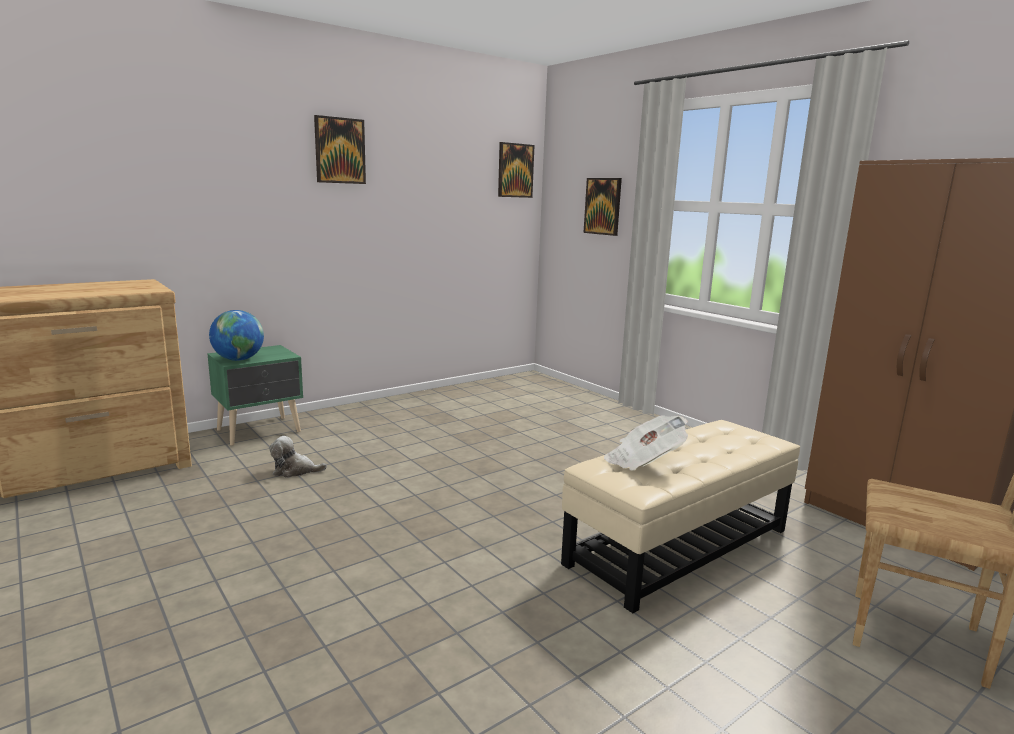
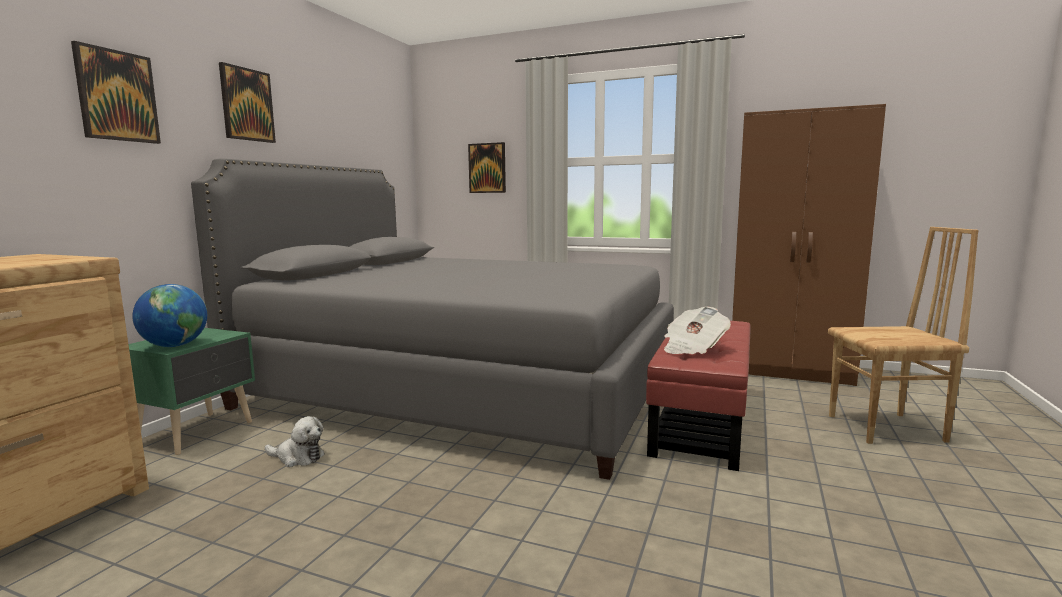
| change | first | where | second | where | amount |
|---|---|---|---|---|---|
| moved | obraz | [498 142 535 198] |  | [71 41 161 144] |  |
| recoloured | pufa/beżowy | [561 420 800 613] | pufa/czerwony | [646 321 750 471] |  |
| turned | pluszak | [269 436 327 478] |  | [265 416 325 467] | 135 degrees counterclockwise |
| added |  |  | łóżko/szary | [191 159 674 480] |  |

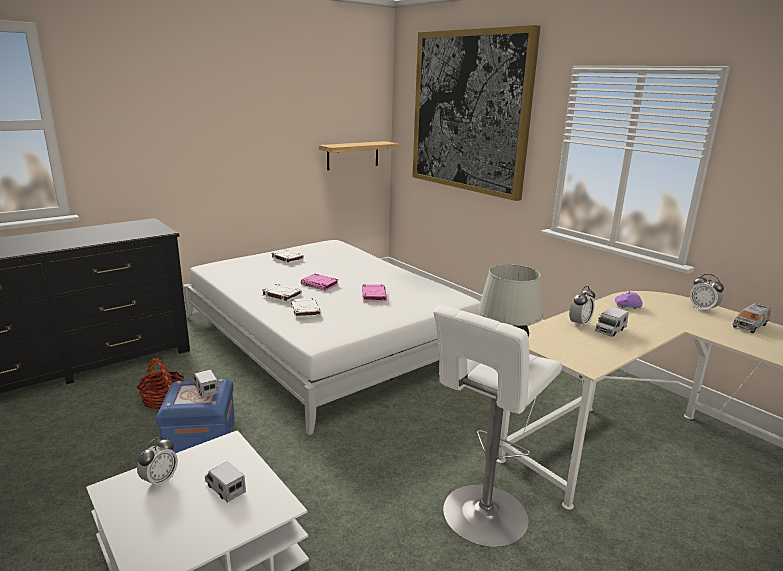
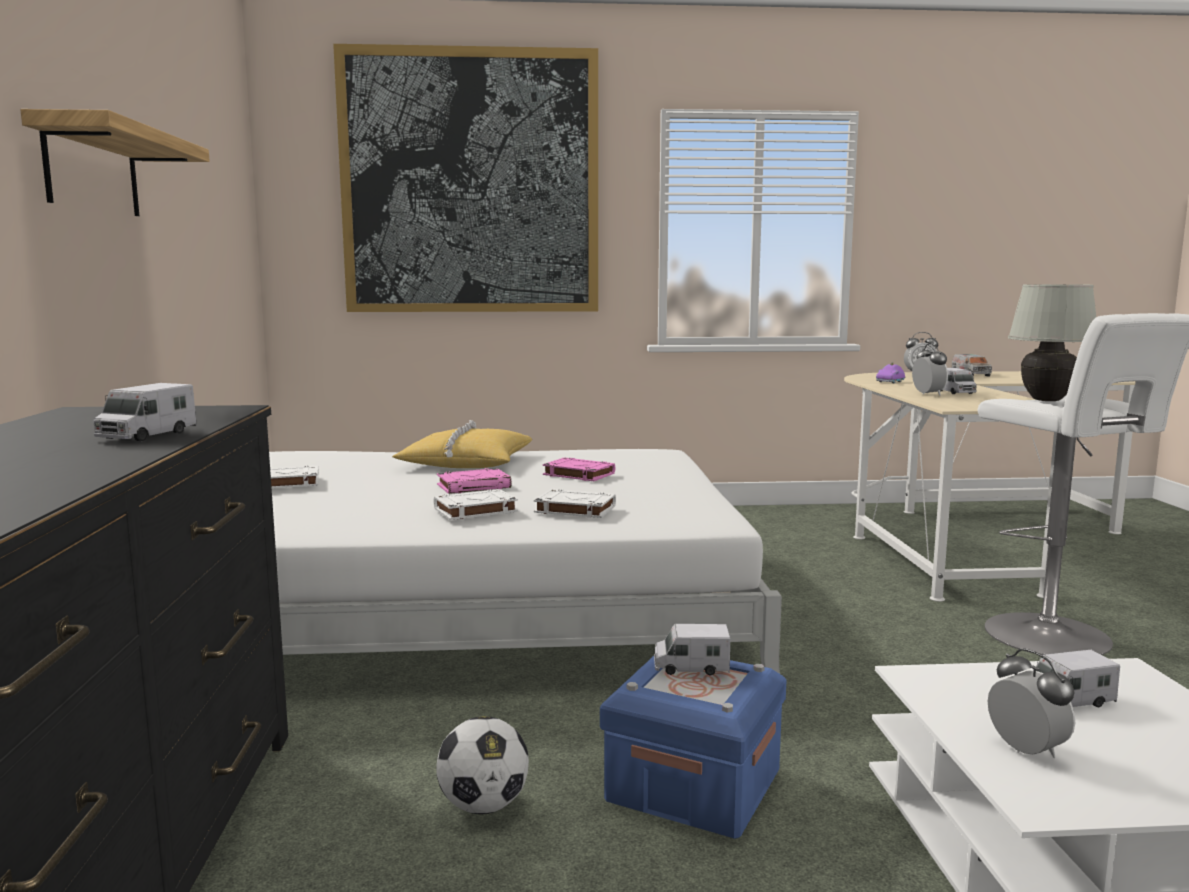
| change | first | where | second | where | amount |
|---|---|---|---|---|---|
| moved | półka | [319 141 399 170] |  | [20 109 210 216] |  |
| replaced | koszyk | [137 358 184 409] | piłka futbolowa | [437 716 529 814] |  |
| added |  |  | ciężarówka zabawkowa | [93 383 197 441] |  |
| added |  |  | poduszka/żółty | [392 420 532 468] |  |

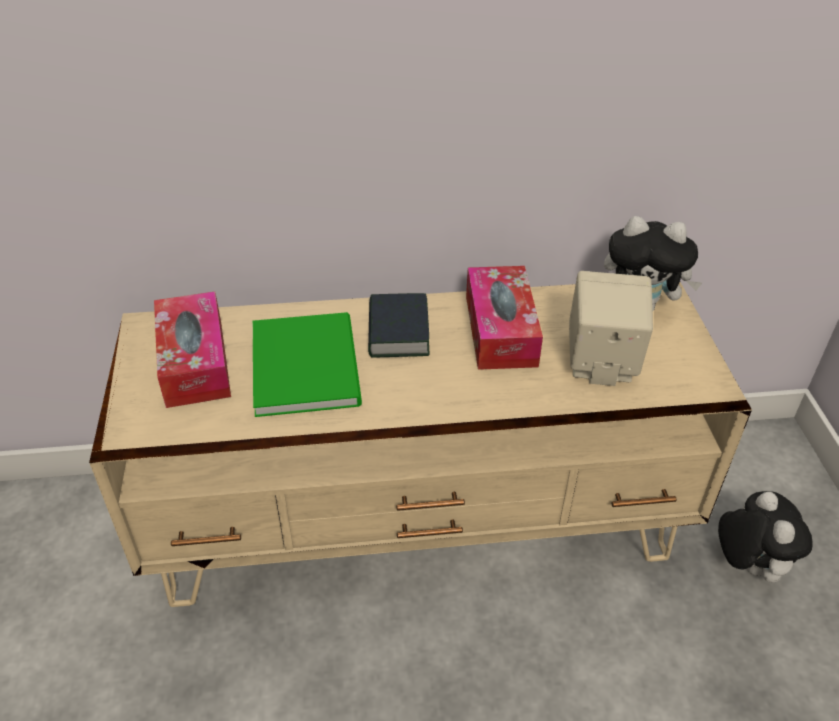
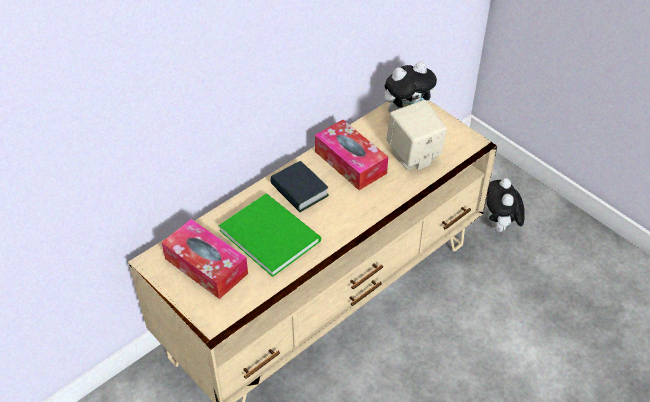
| change | first | where | second | where | amount |
|---|---|---|---|---|---|
| turned | pluszak | [718 491 812 583] |  | [486 178 525 234] | 135 degrees counterclockwise |

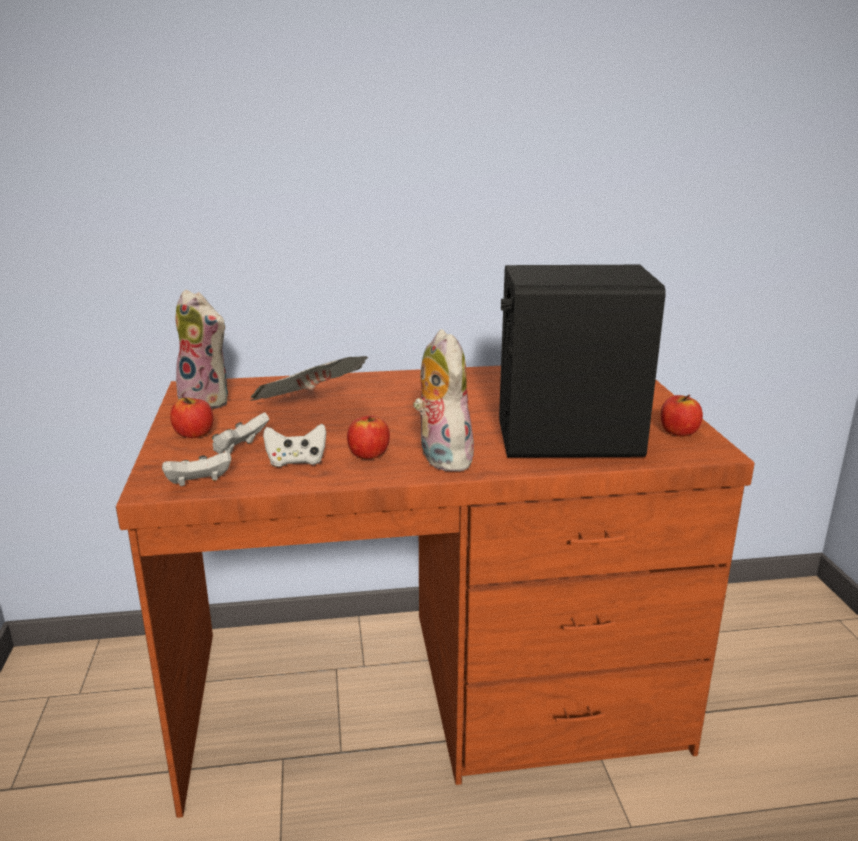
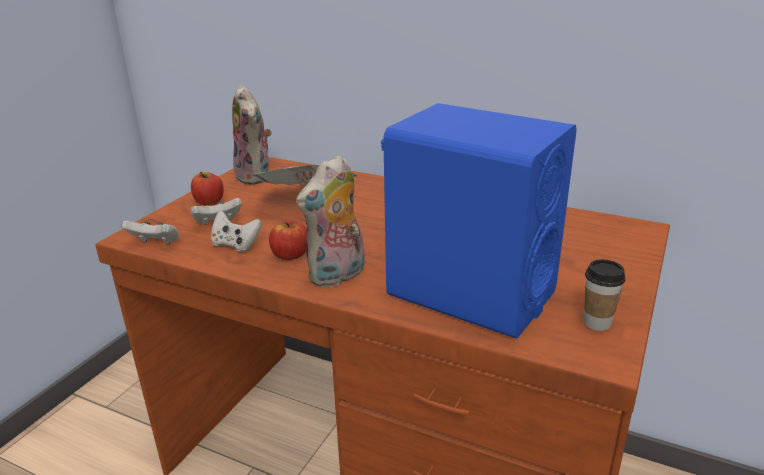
| change | first | where | second | where | amount |
|---|---|---|---|---|---|
| recoloured | głośnik/czarny | [499 265 666 458] | głośnik/niebieski | [381 103 577 339] |  |
| turned | pluszak | [413 329 474 472] |  | [296 155 365 287] | 150 degrees counterclockwise |
| replaced | jabłko | [661 395 703 436] | filiżanka | [584 259 626 331] |  |

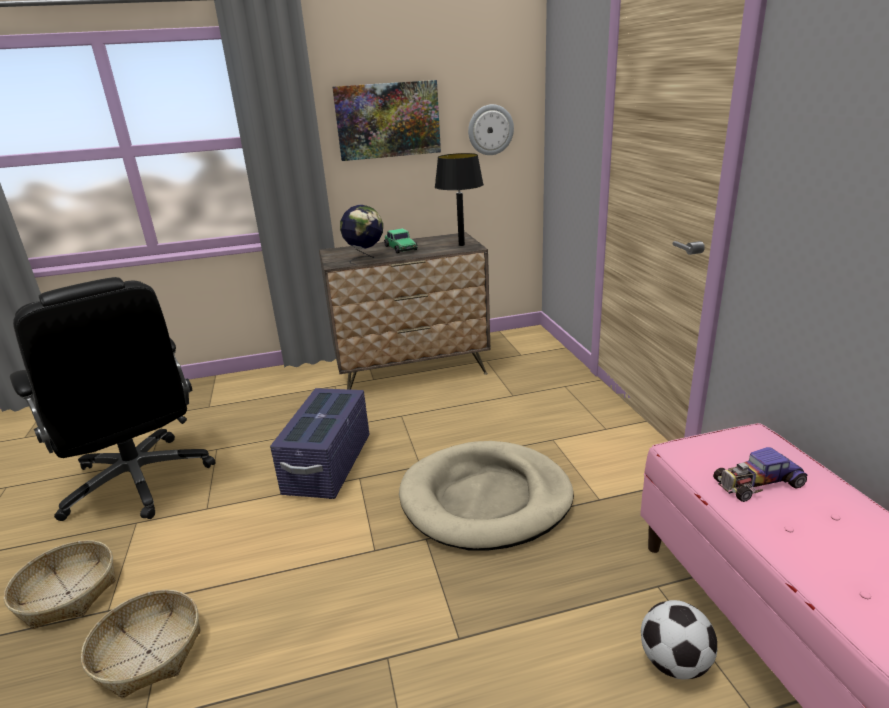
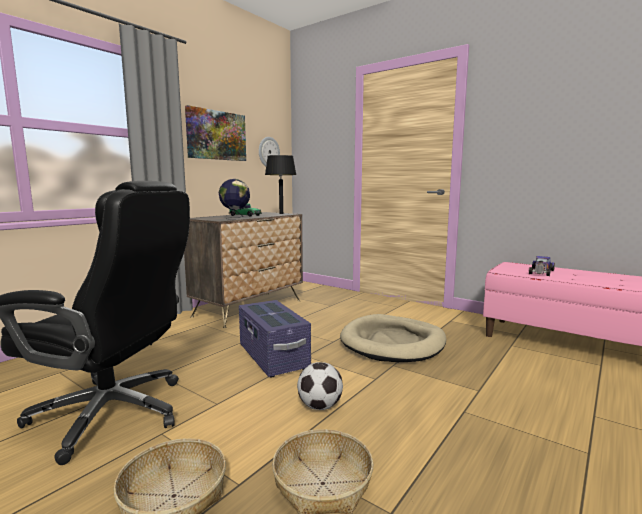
| change | first | where | second | where | amount |
|---|---|---|---|---|---|
| moved | piłka futbolowa | [641 600 717 680] |  | [297 362 343 410] |  |

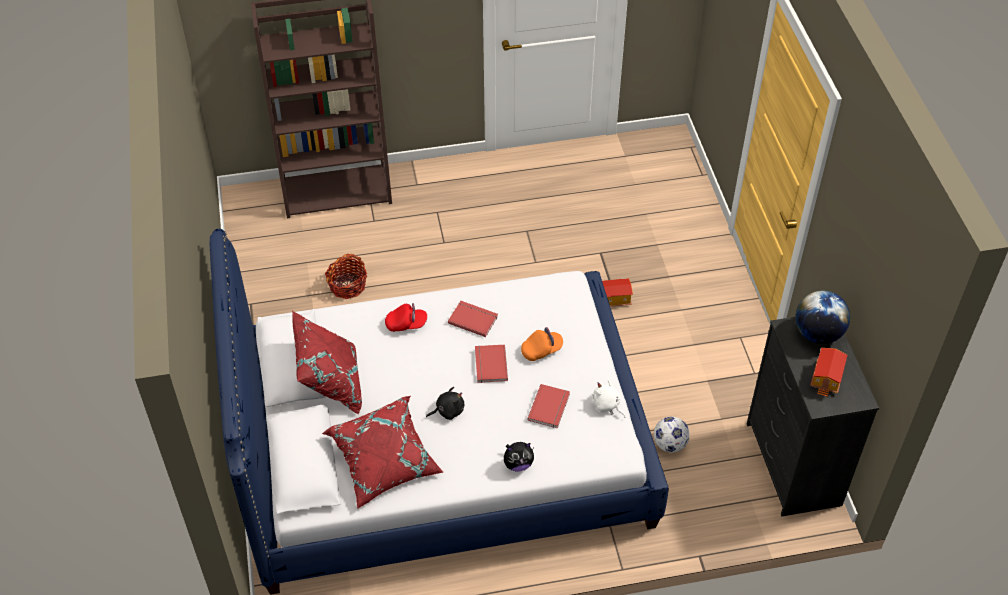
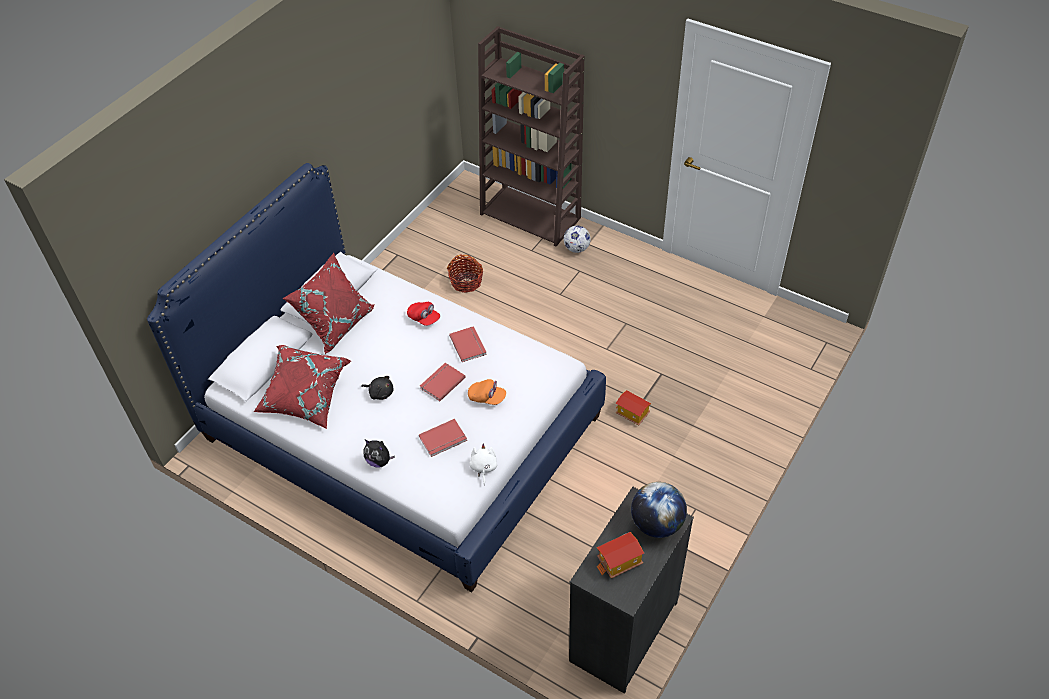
| change | first | where | second | where | amount |
|---|---|---|---|---|---|
| moved | piłka futbolowa | [654 417 690 452] |  | [564 226 591 253] |  |

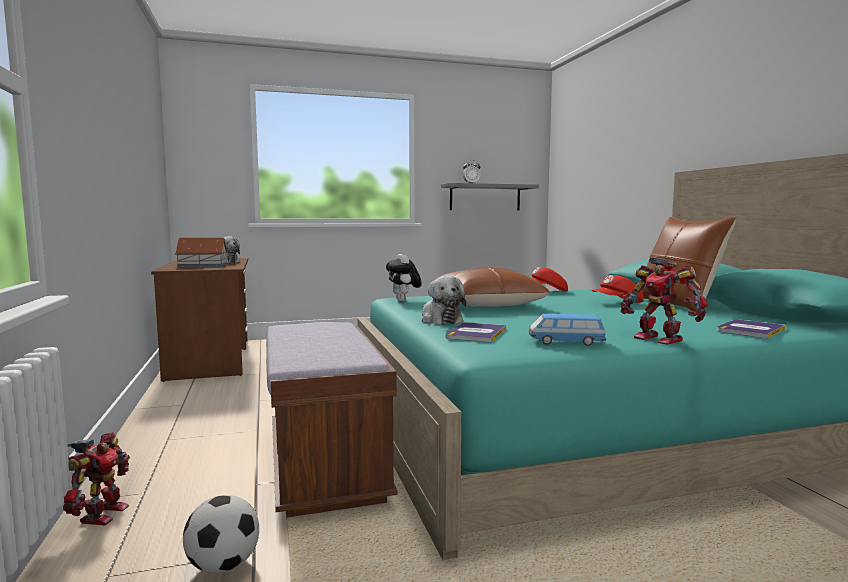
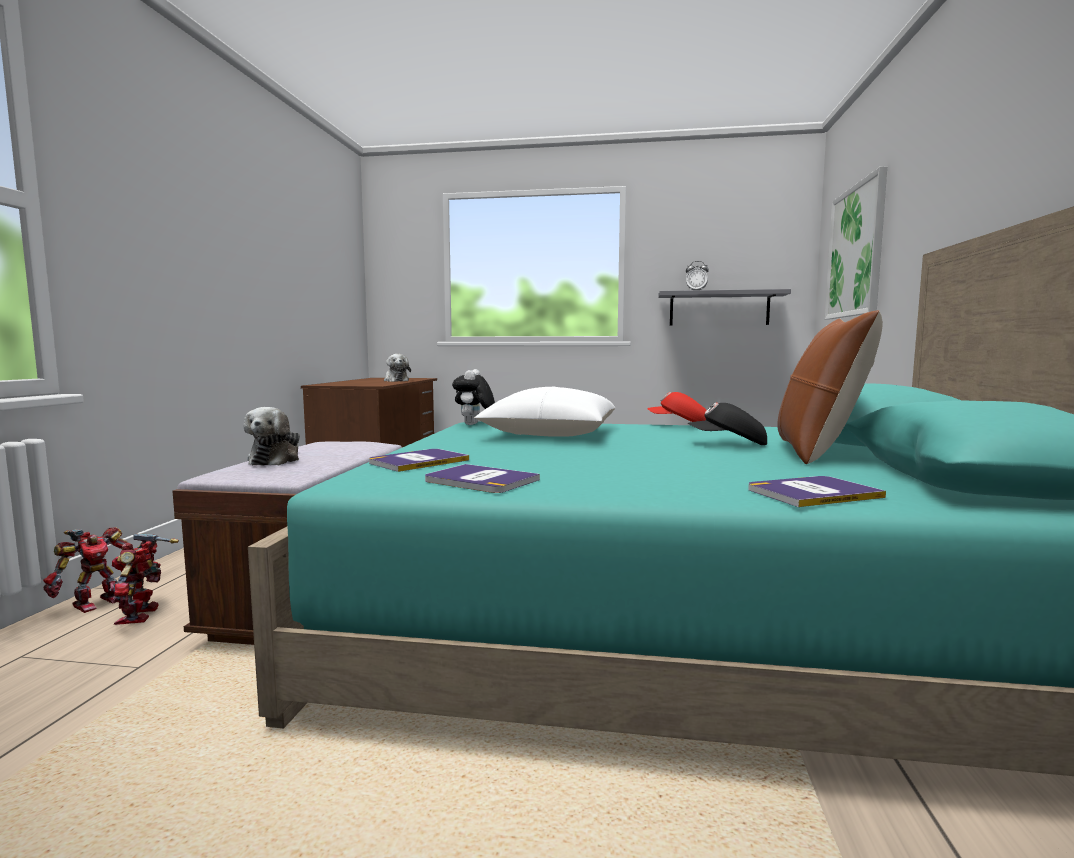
| change | first | where | second | where | amount |
|---|---|---|---|---|---|
| removed | domek | [175 238 228 268] |  |  |  |
| moved | robot zabawkowy | [621 257 708 345] |  | [109 533 179 625] |  |
| recoloured | poduszka/brązowy | [433 267 550 307] | poduszka/biały | [474 386 615 437] |  |
| recoloured | czapka z daszkiem/czerwony | [592 275 644 303] | czapka z daszkiem/czarny | [688 403 767 445] |  |
| moved | pluszak | [422 276 466 325] |  | [244 407 300 466] |  |
| replaced | samochodzik | [529 314 606 346] | książka | [425 464 540 493] |  |
| removed | piłka futbolowa | [183 495 259 574] |  |  |  |
| added |  |  | obraz | [825 166 887 319] |  |

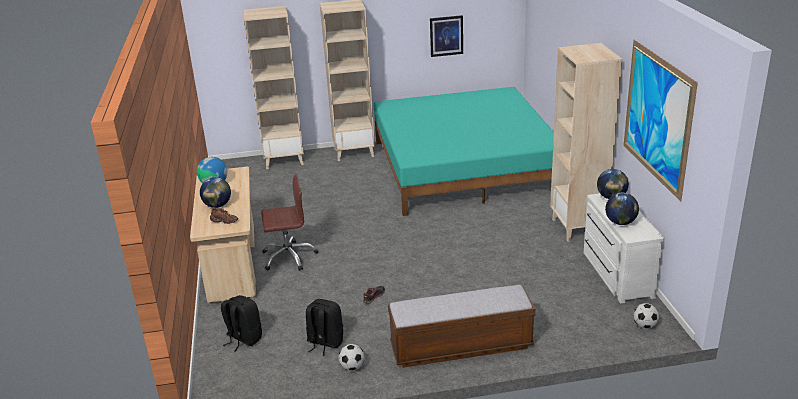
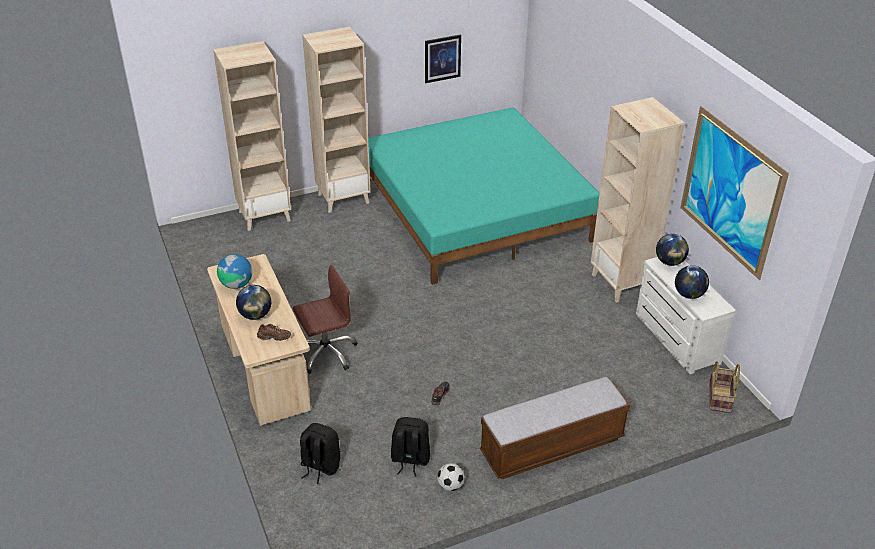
| change | first | where | second | where | amount |
|---|---|---|---|---|---|
| replaced | piłka futbolowa | [633 303 659 328] | koszyk | [709 361 740 413] |  |

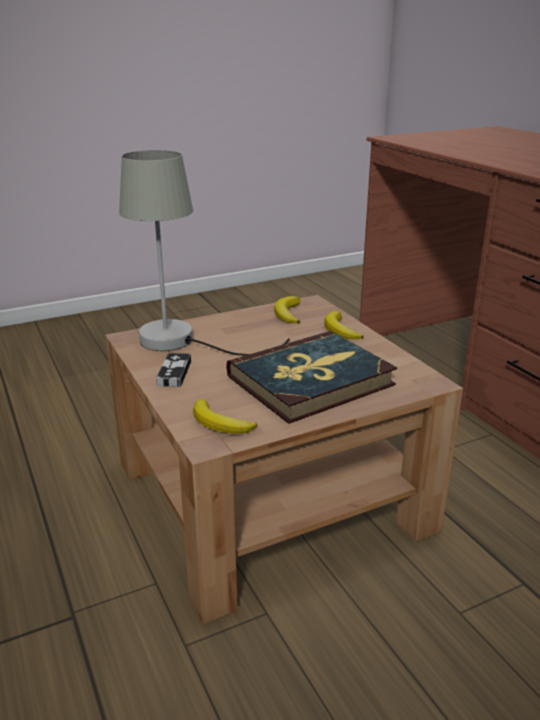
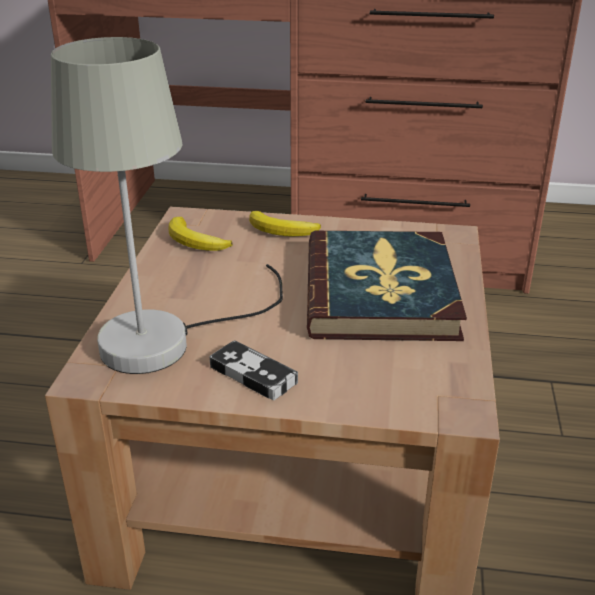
| change | first | where | second | where | amount |
|---|---|---|---|---|---|
| removed | banan | [193 399 257 434] |  |  |  |

